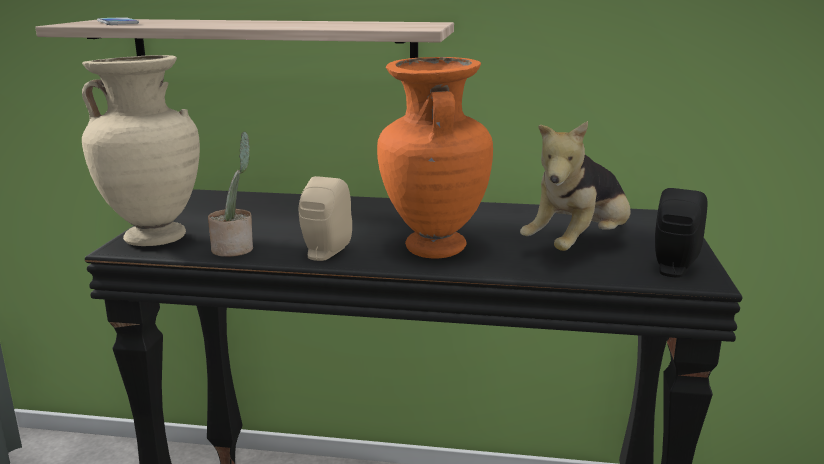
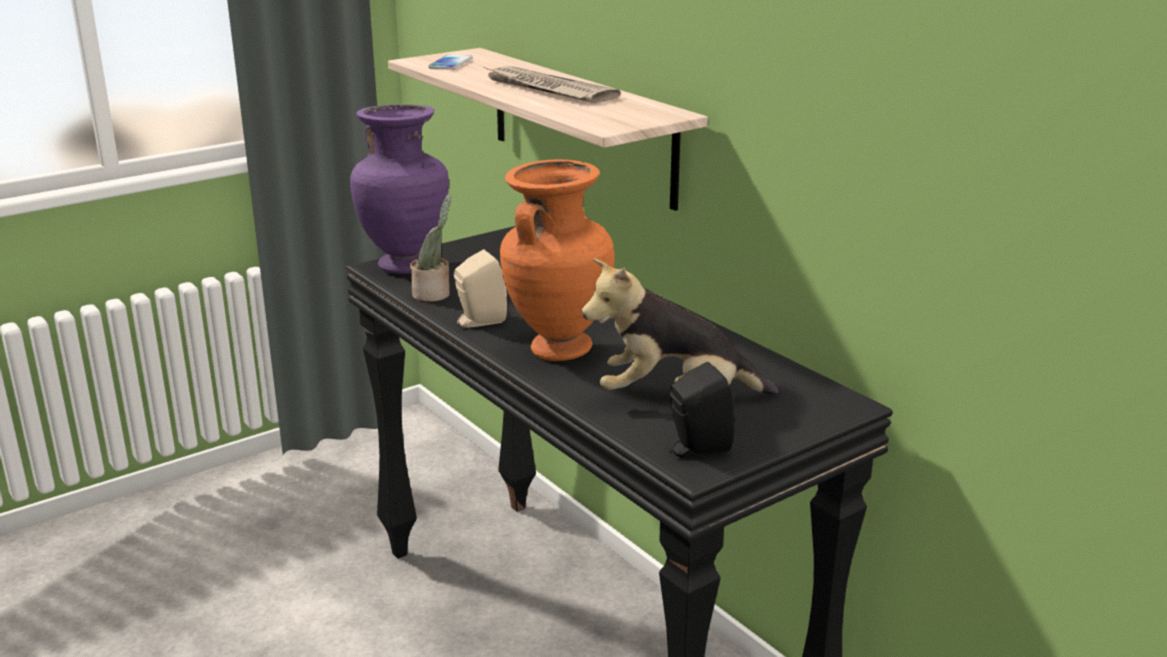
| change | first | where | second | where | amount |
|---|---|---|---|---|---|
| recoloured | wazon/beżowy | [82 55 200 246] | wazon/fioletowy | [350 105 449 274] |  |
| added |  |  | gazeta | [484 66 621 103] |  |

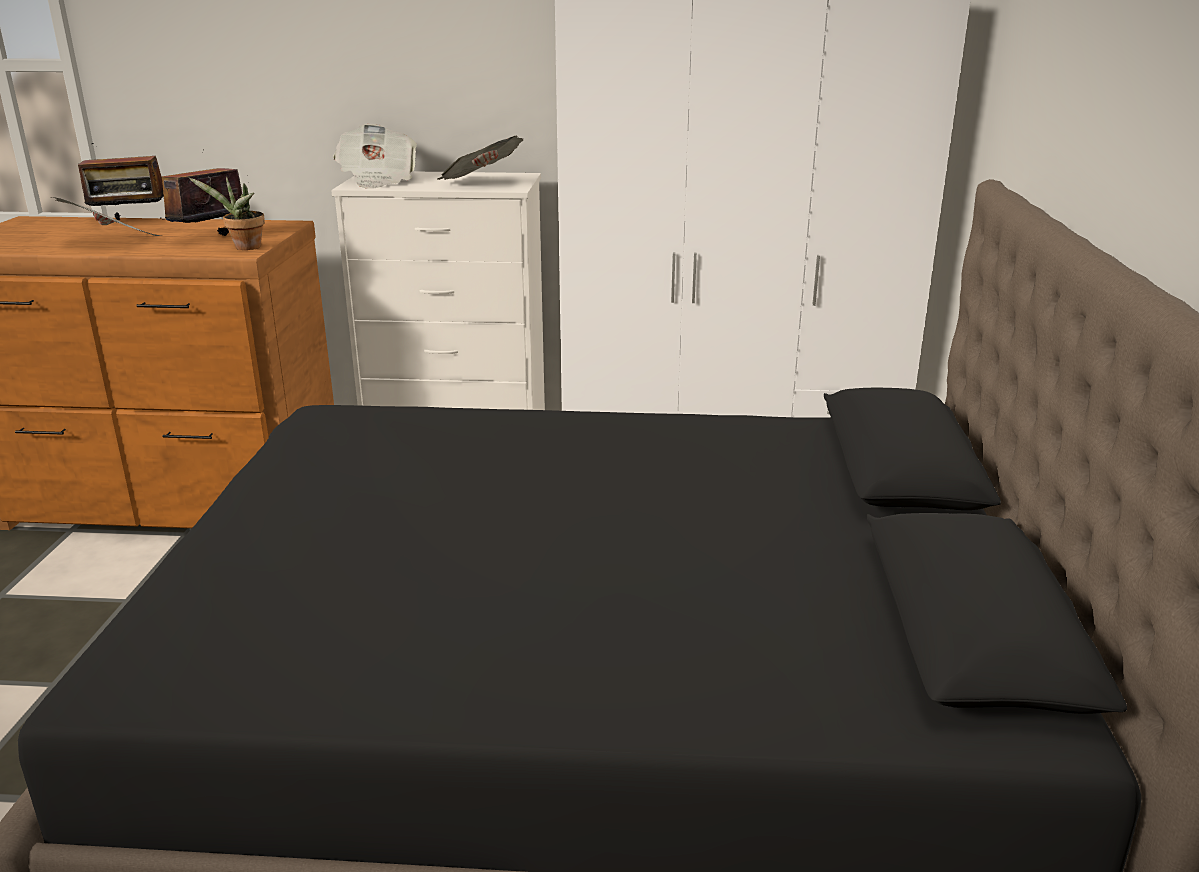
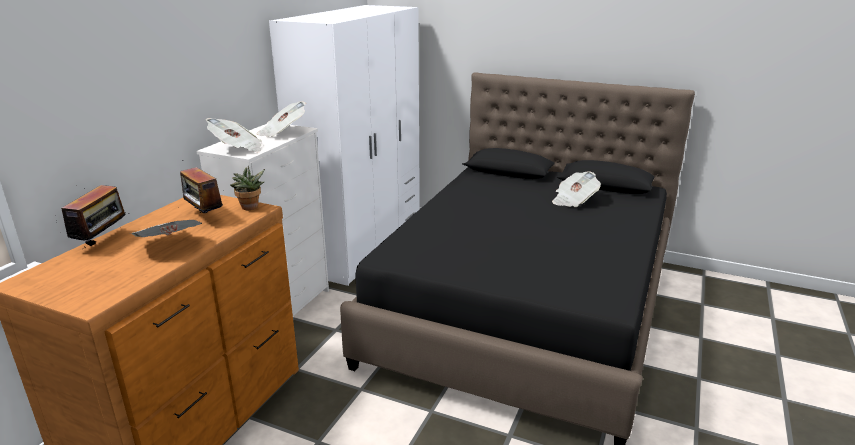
| change | first | where | second | where | amount |
|---|---|---|---|---|---|
| added |  |  | gazeta | [552 172 601 207] |  |

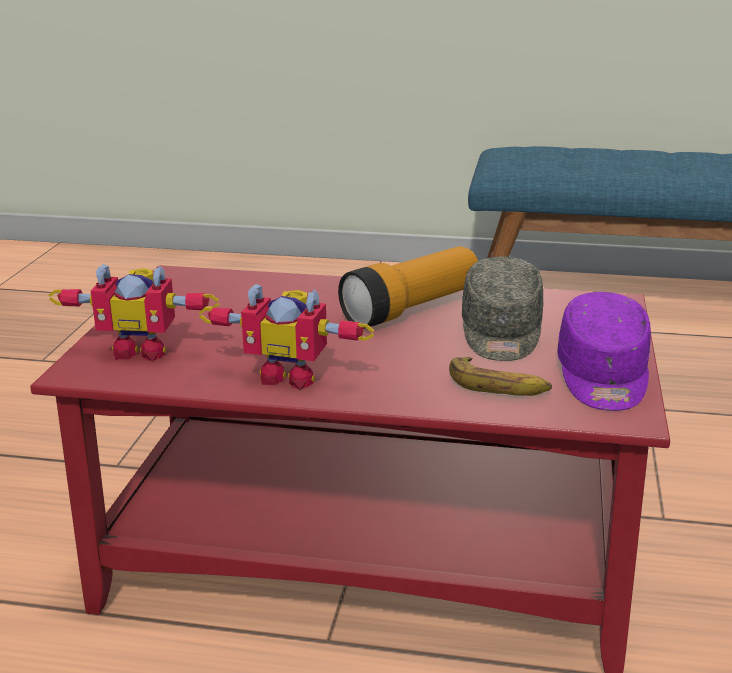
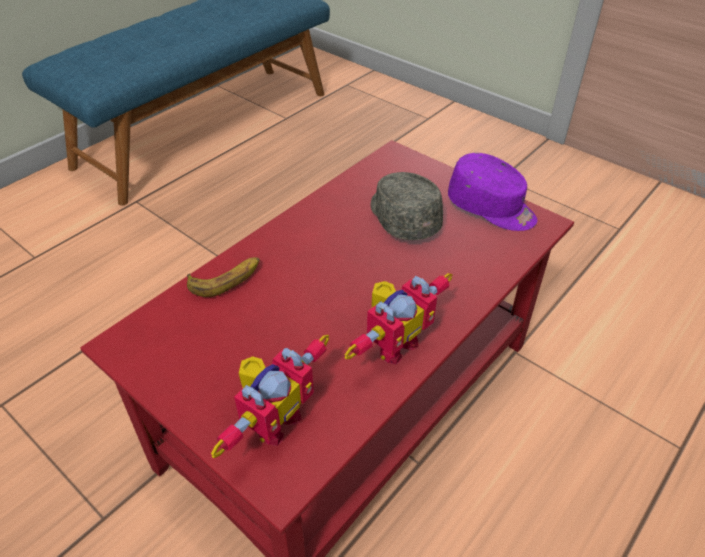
| change | first | where | second | where | amount |
|---|---|---|---|---|---|
| removed | latarka | [338 246 478 329] |  |  |  |
| turned | czapka z daszkiem/szary | [462 257 544 361] |  | [371 172 443 240] | 150 degrees counterclockwise |
| moved | banan | [449 357 552 396] |  | [187 257 260 297] |  |

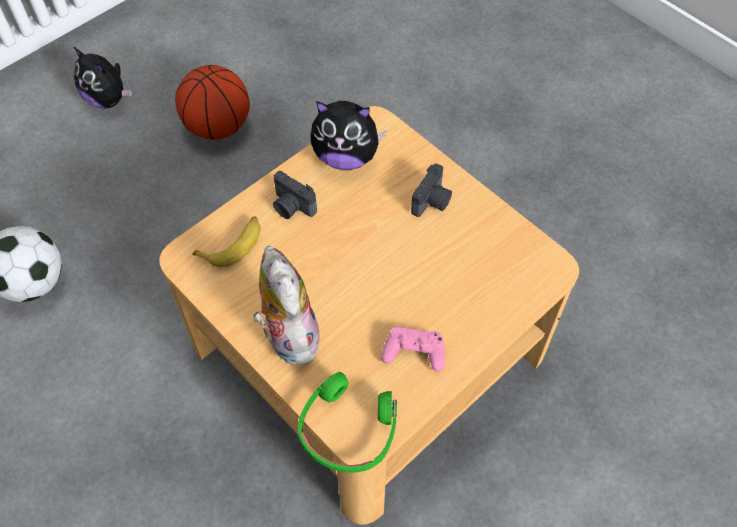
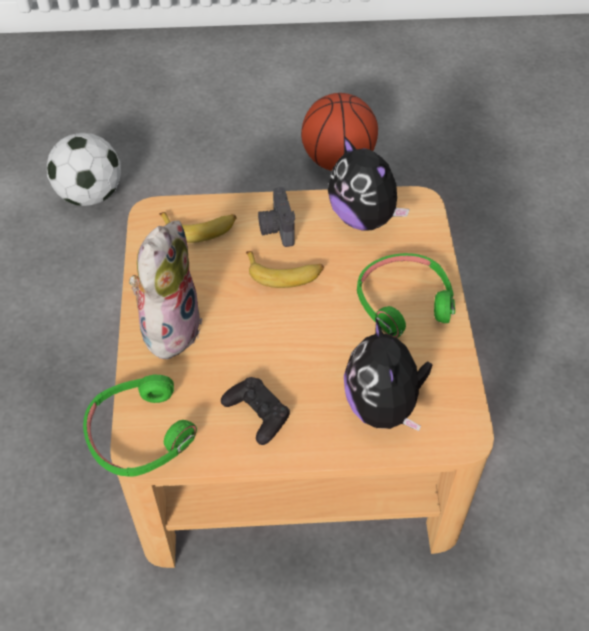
| change | first | where | second | where | amount |
|---|---|---|---|---|---|
| moved | pluszak | [73 47 132 109] |  | [344 318 433 431] |  |
| replaced | aparat fotograficzny | [411 163 452 217] | słuchawki/zielony | [357 253 455 338] |  |
| recoloured | pad do gier/różowy | [381 326 445 372] | pad do gier/czarny | [221 377 290 445] |  |
| added |  |  | banan | [246 251 324 288] |  |

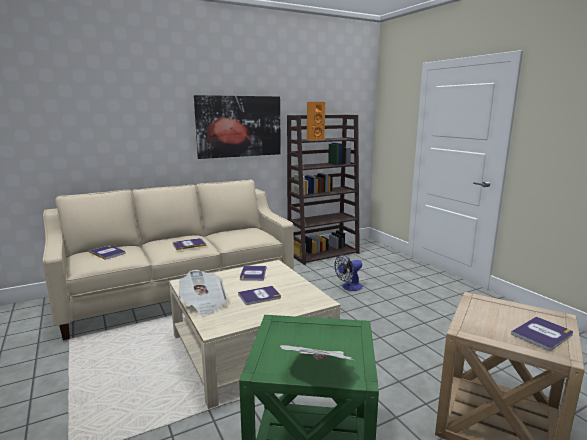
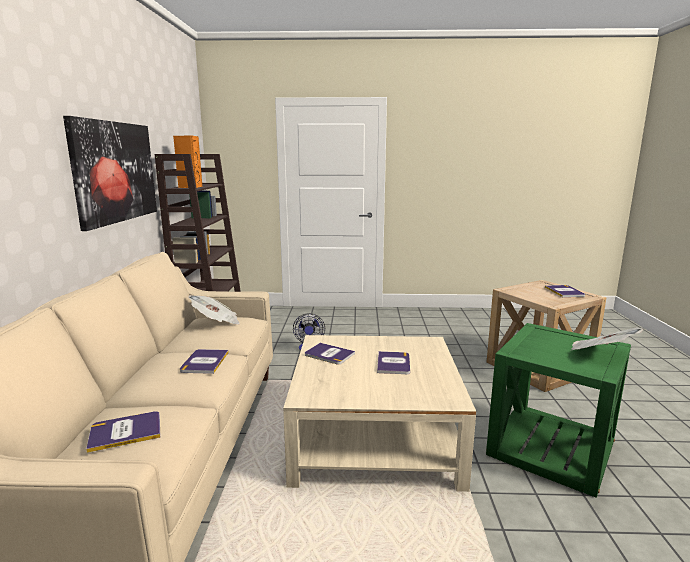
| change | first | where | second | where | amount |
|---|---|---|---|---|---|
| moved | gazeta | [178 270 227 317] |  | [188 295 240 325] |  |

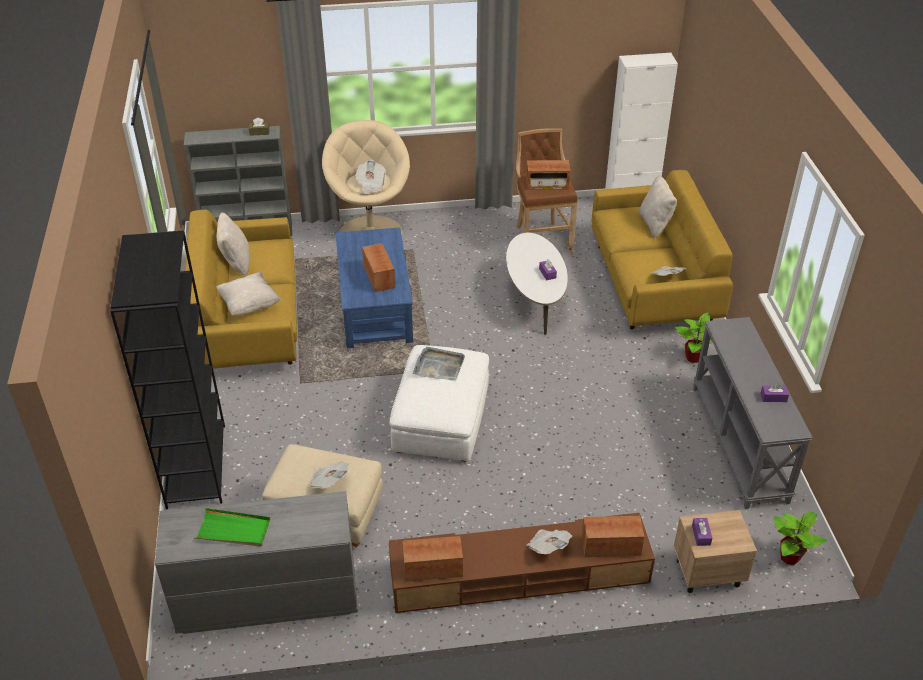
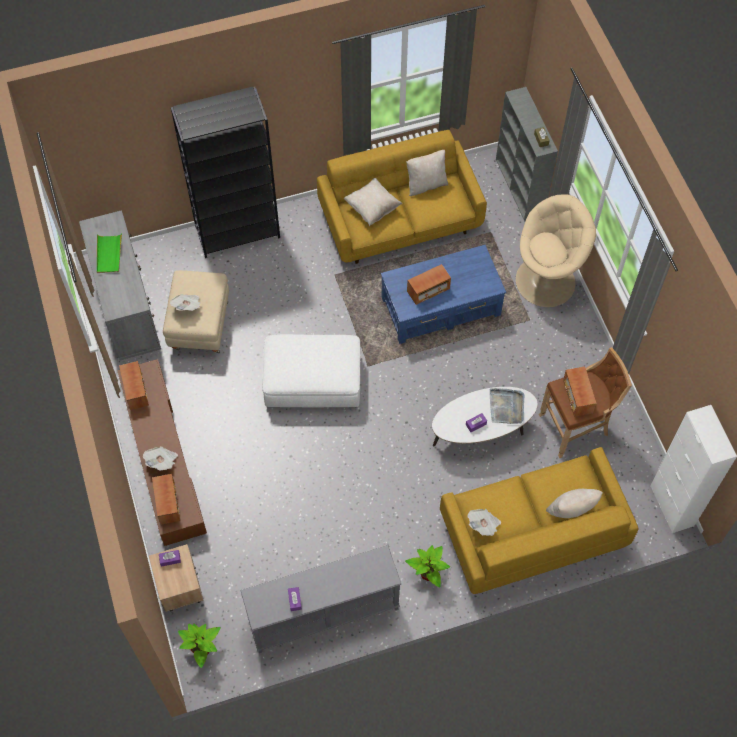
| change | first | where | second | where | amount |
|---|---|---|---|---|---|
| removed | gazeta | [355 160 386 194] |  |  |  |
| moved | taca/szary | [413 347 465 381] |  | [490 388 524 424] |  |

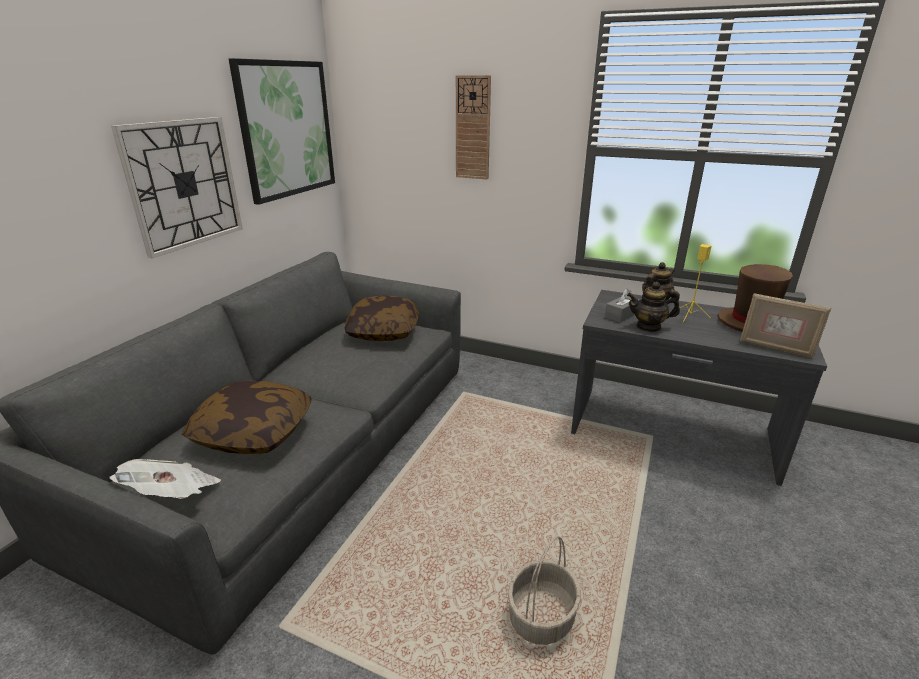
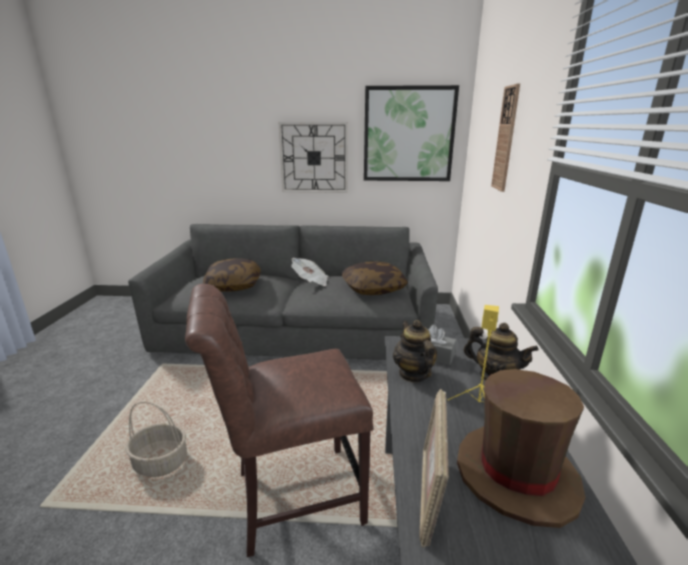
| change | first | where | second | where | amount |
|---|---|---|---|---|---|
| moved | gazeta | [109 459 221 499] |  | [291 258 328 286] |  |
| added |  |  | krzesło/brązowy | [185 284 373 557] |  |

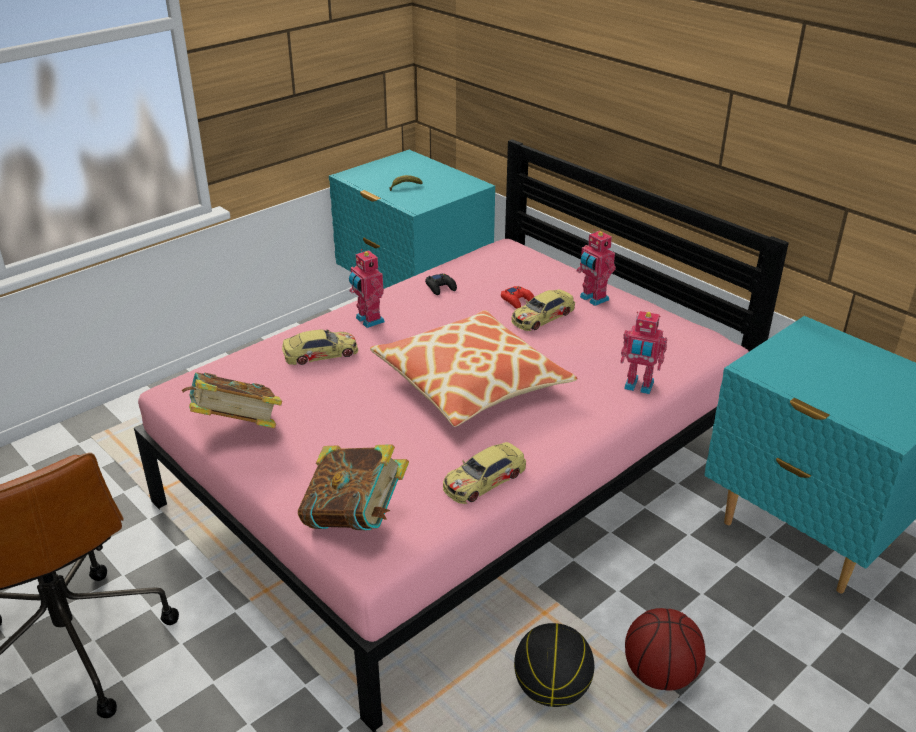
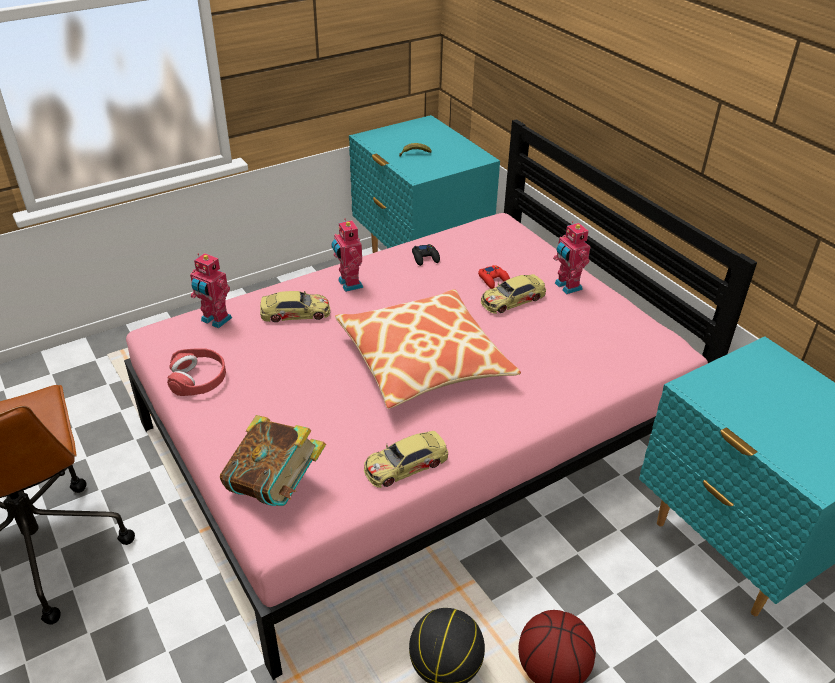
| change | first | where | second | where | amount |
|---|---|---|---|---|---|
| moved | robot zabawkowy | [621 311 667 394] |  | [190 253 232 329] |  |
| replaced | książka | [182 372 282 428] | słuchawki/czerwony | [167 349 226 396] |  |

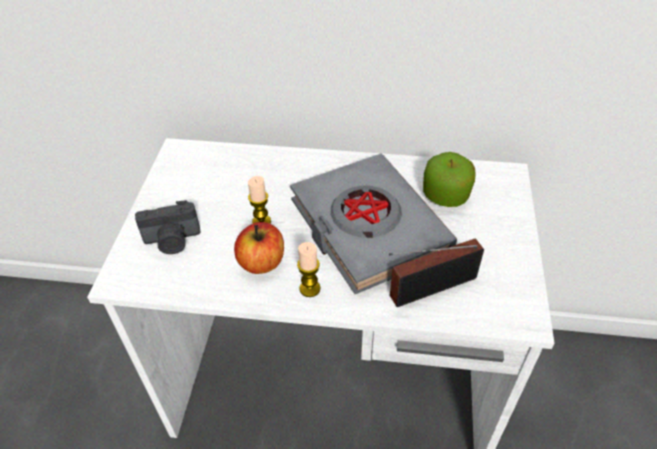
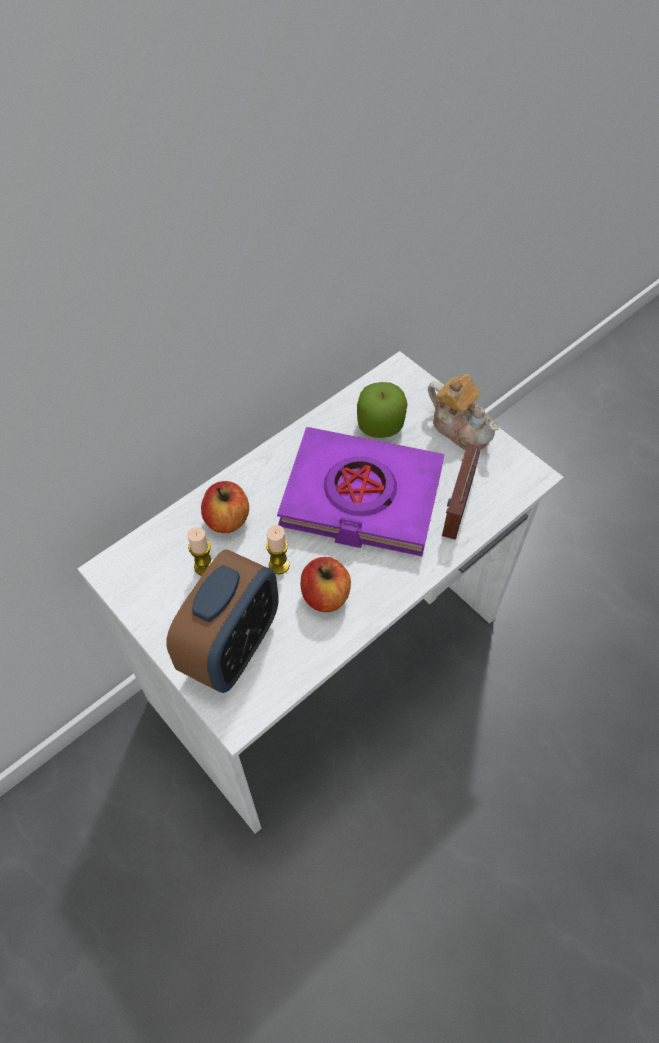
| change | first | where | second | where | amount |
|---|---|---|---|---|---|
| recoloured | książka/szary | [290 154 457 294] | książka/fioletowy | [277 427 445 556] |  |
| replaced | aparat fotograficzny | [135 200 201 254] | budzik | [166 549 279 693] |  |
| moved | świeca | [297 242 320 297] |  | [187 527 213 576] |  |
| added |  |  | imbryk | [428 374 500 450] |  |
| added |  |  | jabłko | [201 481 249 533] |  |

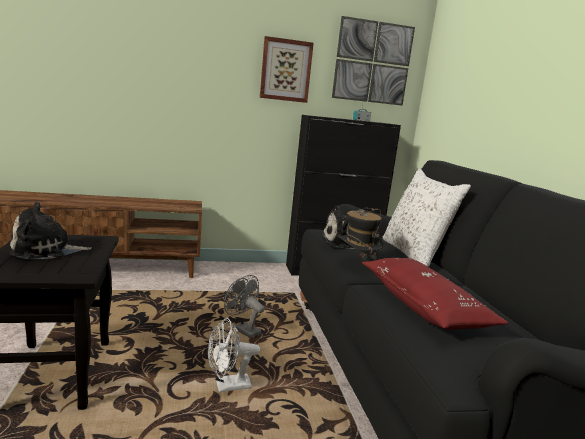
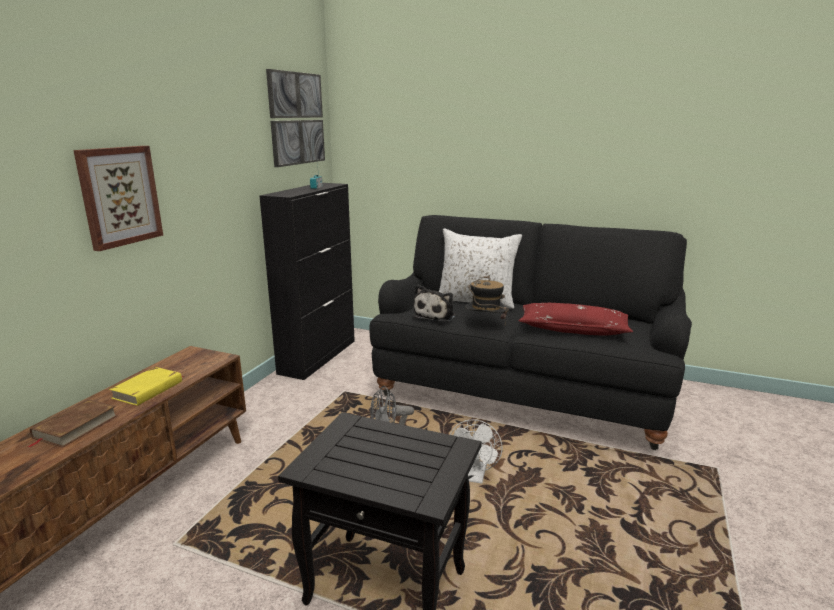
| change | first | where | second | where | amount |
|---|---|---|---|---|---|
| moved | obraz | [260 36 314 103] |  | [73 146 163 251] |  |
| removed | pluszak | [9 202 92 259] |  |  |  |
| added |  |  | książka/żółty | [109 367 183 406] |  |
| added |  |  | książka/brązowy | [27 399 118 448] |  |

